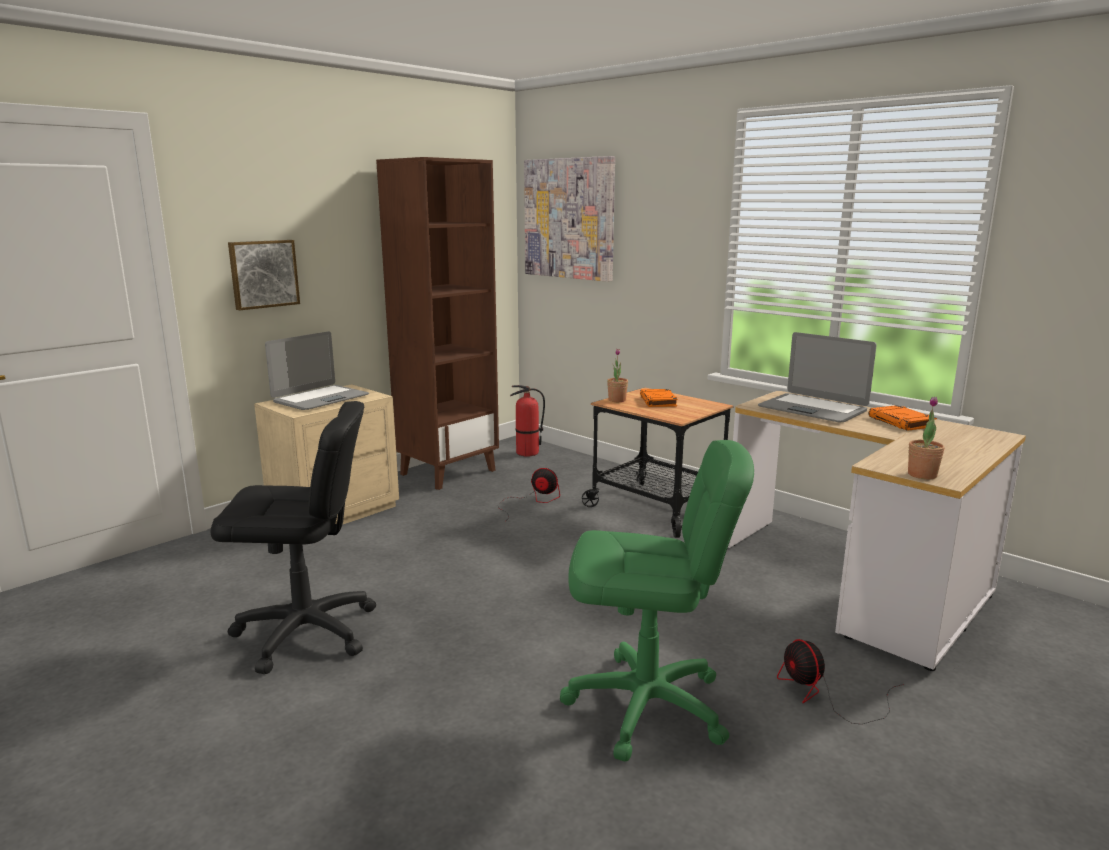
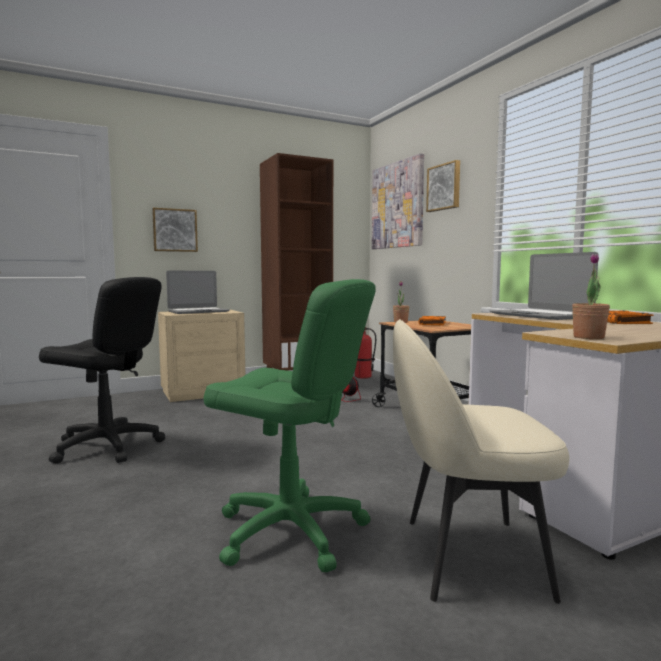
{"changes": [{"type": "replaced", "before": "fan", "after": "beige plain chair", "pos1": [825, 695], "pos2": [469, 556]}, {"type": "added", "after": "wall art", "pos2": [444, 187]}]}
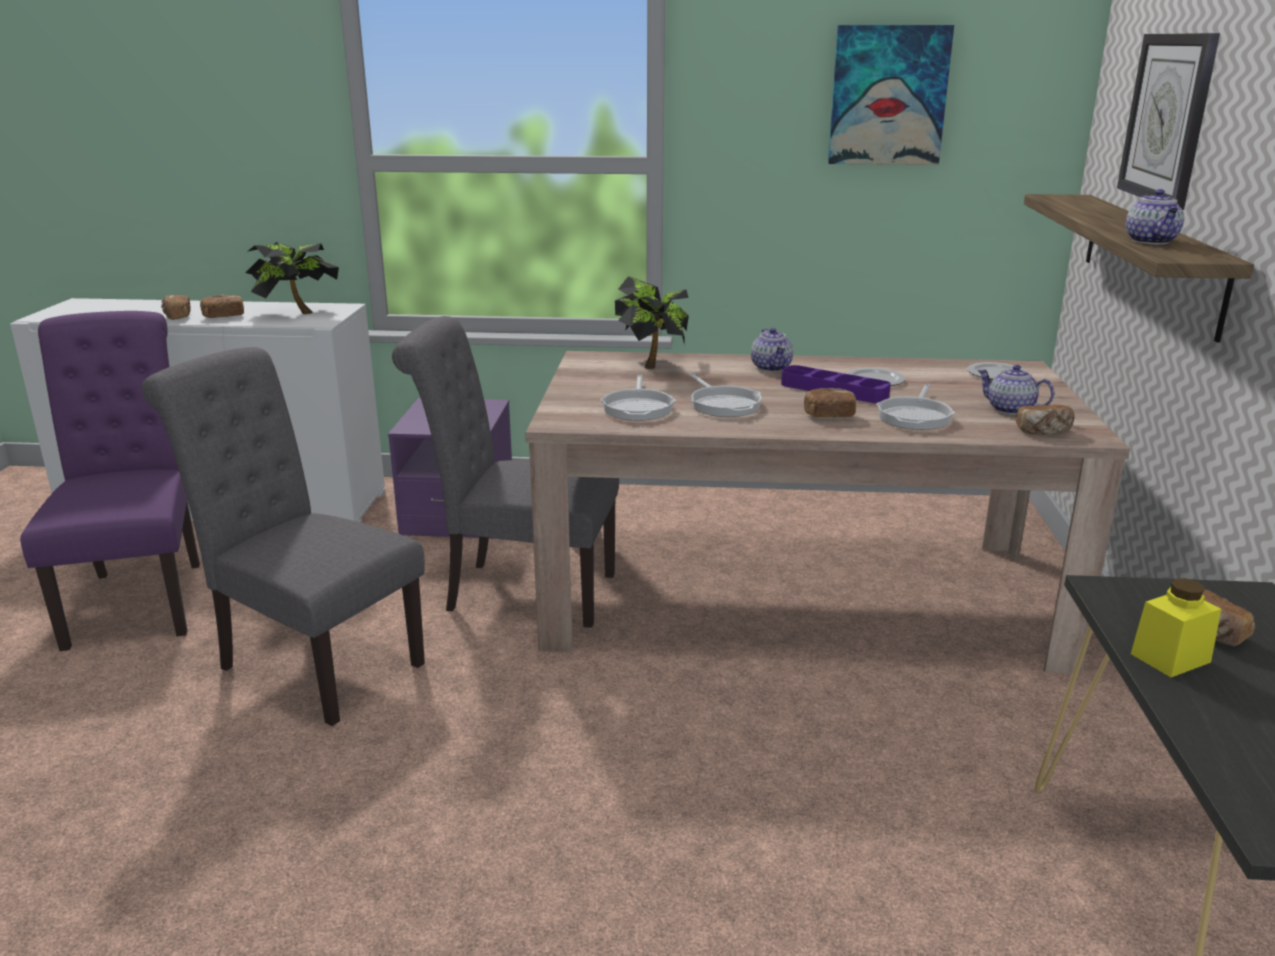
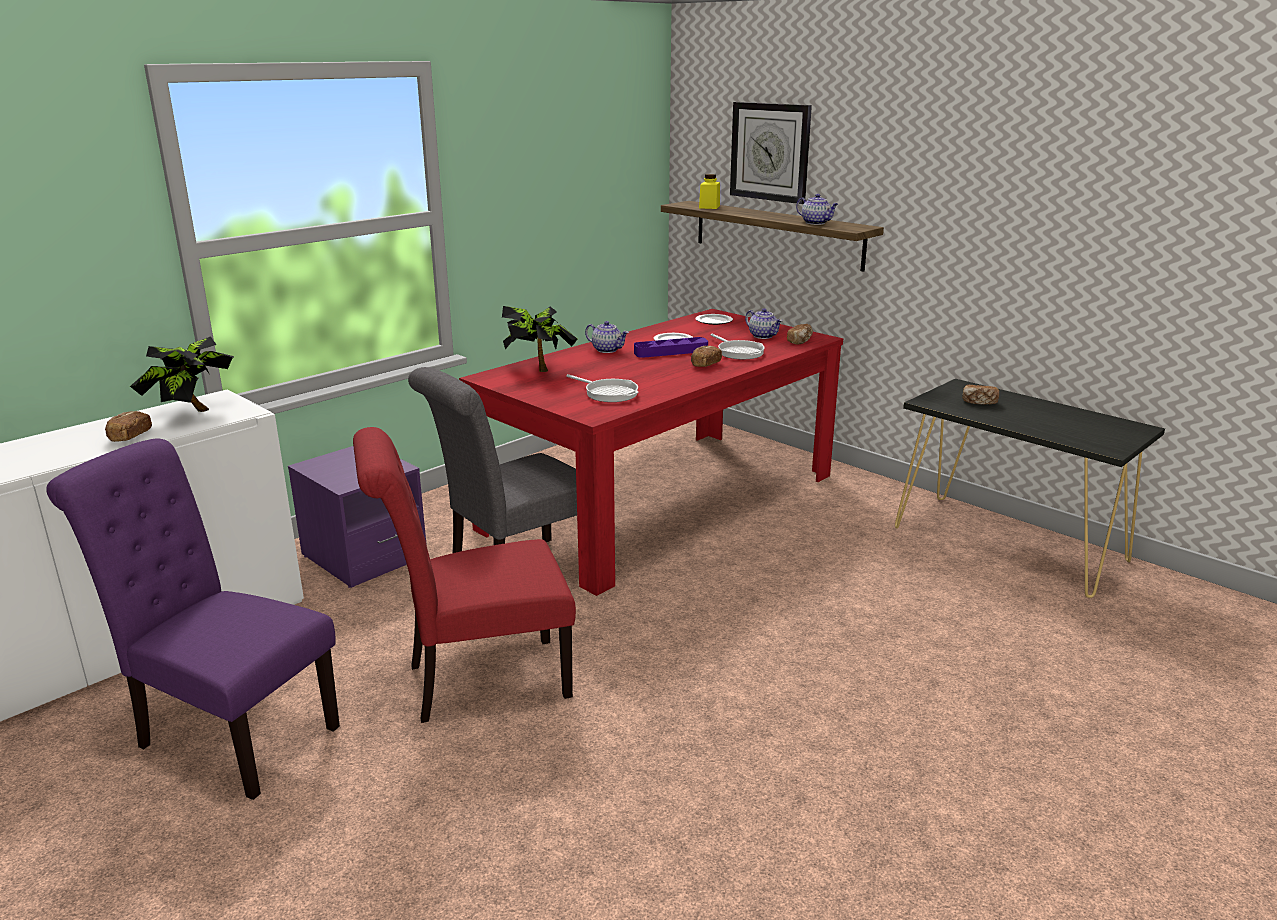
{"changes": [{"type": "removed", "before": "wall art", "pos1": [888, 95]}, {"type": "removed", "before": "bakery bread", "pos1": [177, 317]}, {"type": "recoloured", "before": "grey plain chair", "after": "reddish plain chair", "pos1": [311, 663], "pos2": [477, 681]}, {"type": "recoloured", "before": "beige dining table", "after": "reddish dining table", "pos1": [796, 595], "pos2": [661, 501]}, {"type": "turned", "before": "tea pot", "pos1": [1009, 409], "pos2": [763, 336], "turn": -120}, {"type": "removed", "before": "frying pan", "pos1": [723, 404]}, {"type": "moved", "before": "yellow jar", "pos1": [1170, 658], "pos2": [709, 207]}]}
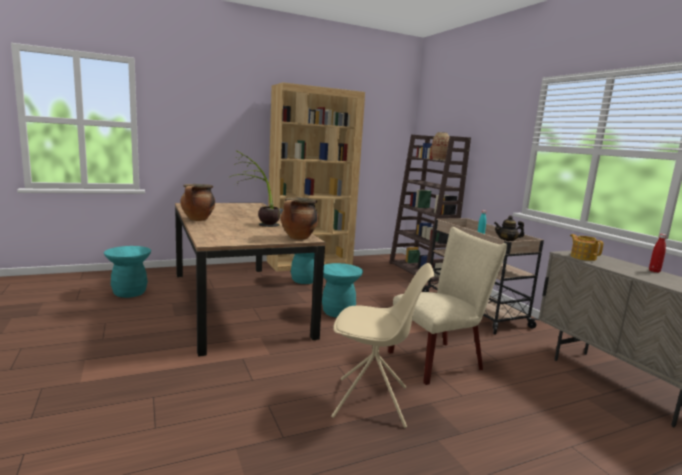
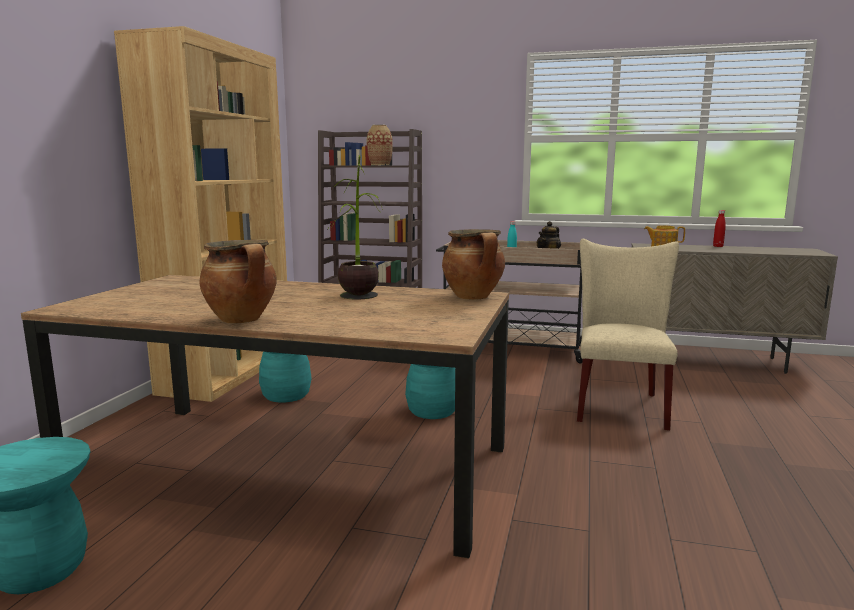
{"changes": [{"type": "removed", "before": "beige plain chair", "pos1": [373, 402]}]}
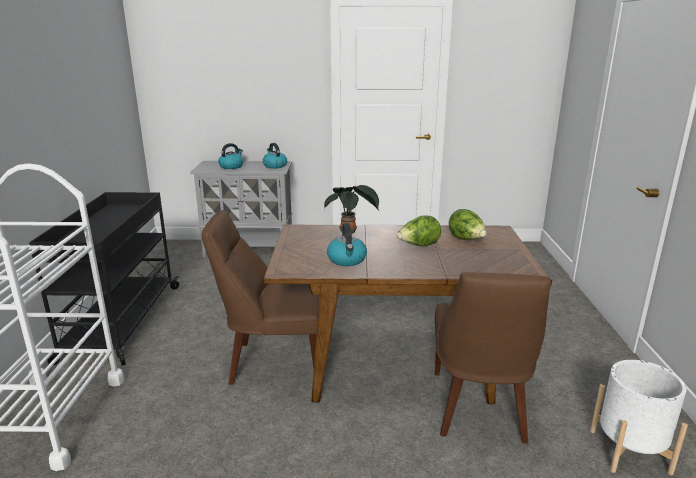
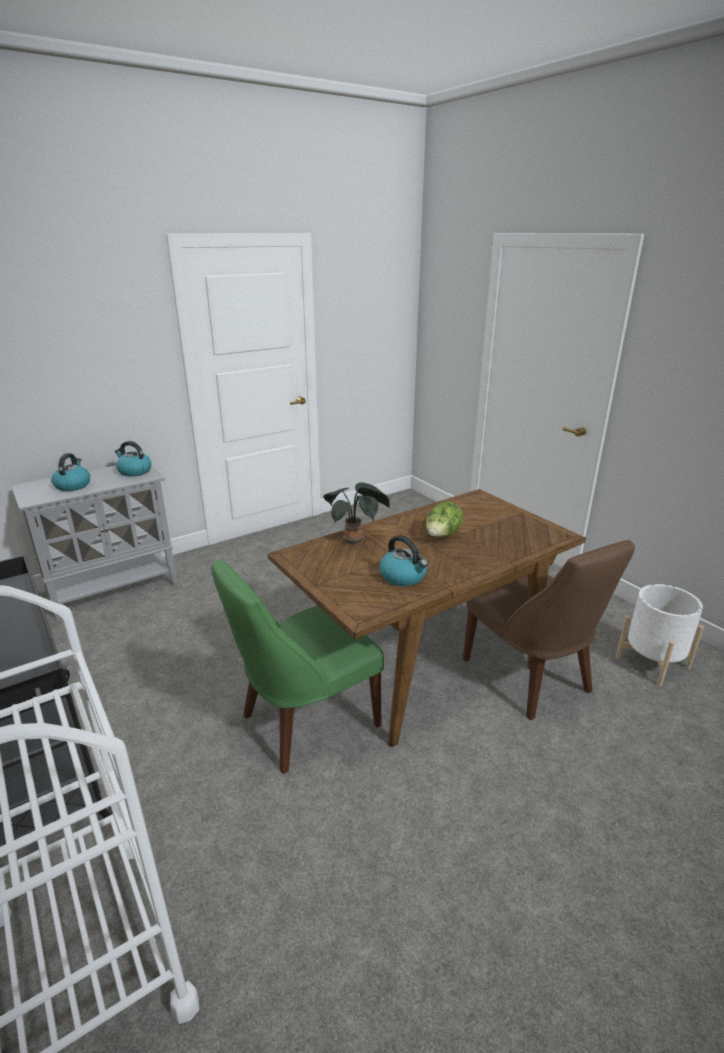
{"changes": [{"type": "removed", "before": "lettuce head", "pos1": [466, 240]}, {"type": "recoloured", "before": "brown plain chair", "after": "green plain chair", "pos1": [274, 363], "pos2": [304, 722]}]}
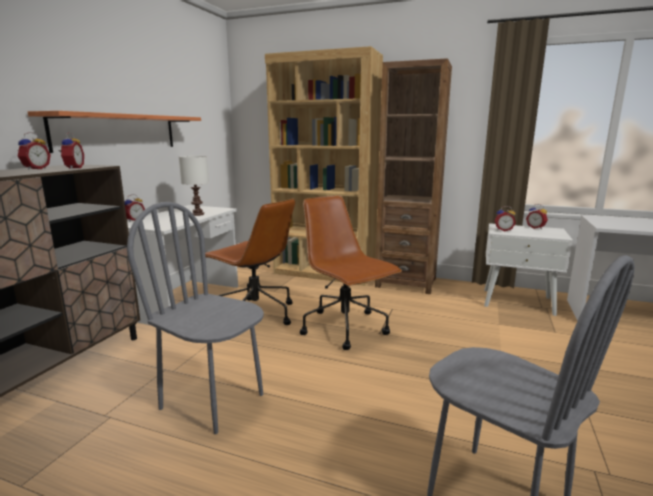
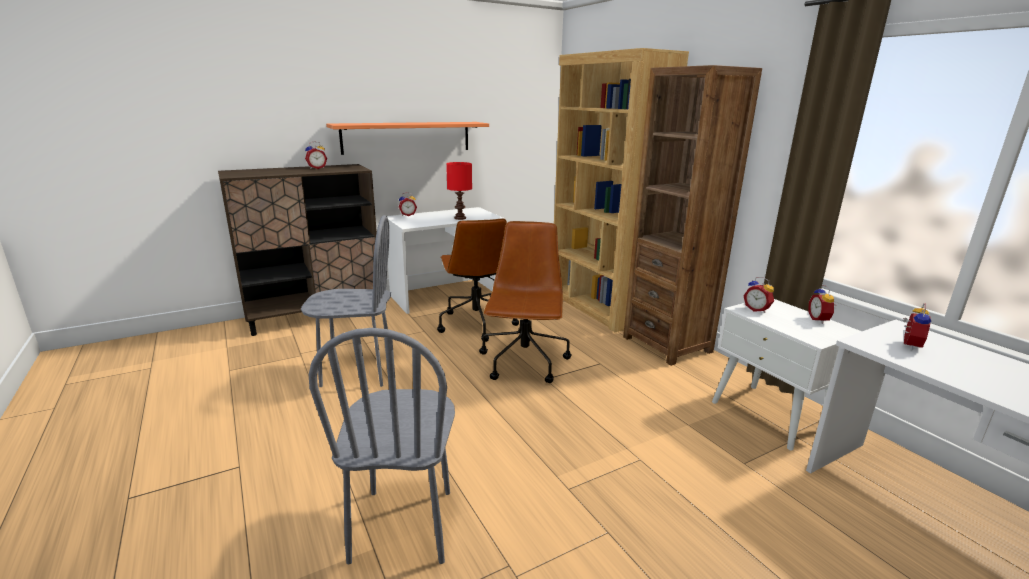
{"changes": [{"type": "moved", "before": "table clock", "pos1": [73, 168], "pos2": [908, 345]}, {"type": "recoloured", "before": "white-coloured table lamp", "after": "reddish table lamp", "pos1": [197, 214], "pos2": [460, 218]}, {"type": "turned", "before": "grey plain chair", "pos1": [213, 400], "pos2": [357, 372], "turn": 105}]}
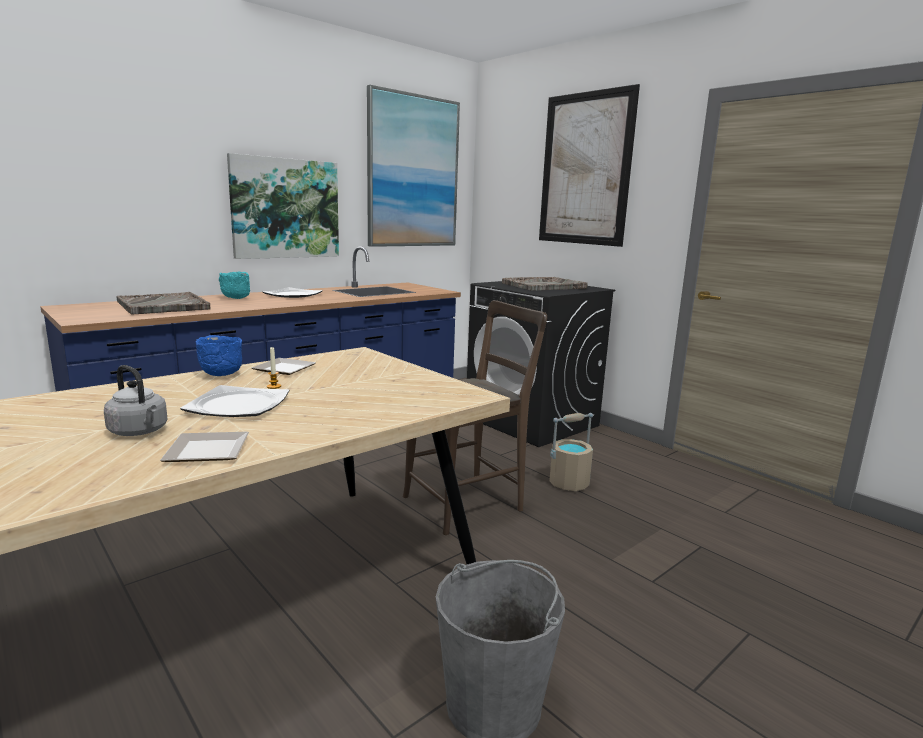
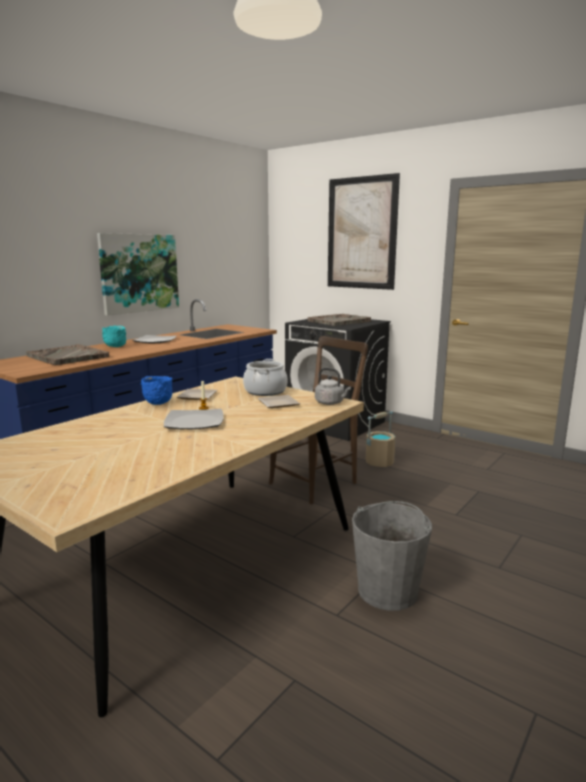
{"changes": [{"type": "removed", "before": "wall art", "pos1": [413, 172]}, {"type": "moved", "before": "grey kettle", "pos1": [140, 432], "pos2": [330, 403]}, {"type": "moved", "before": "plate", "pos1": [209, 452], "pos2": [280, 404]}, {"type": "added", "after": "cooking pot", "pos2": [265, 391]}]}
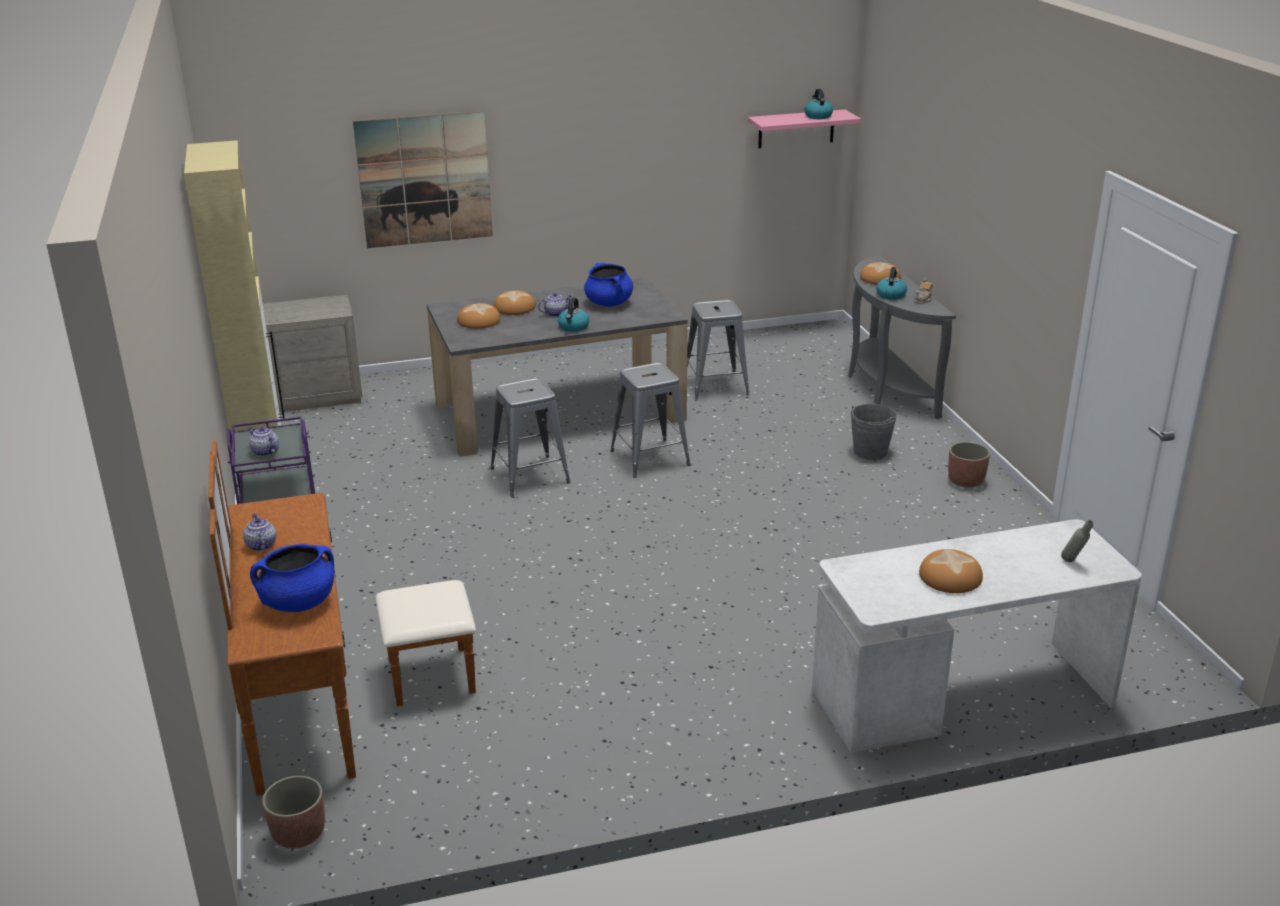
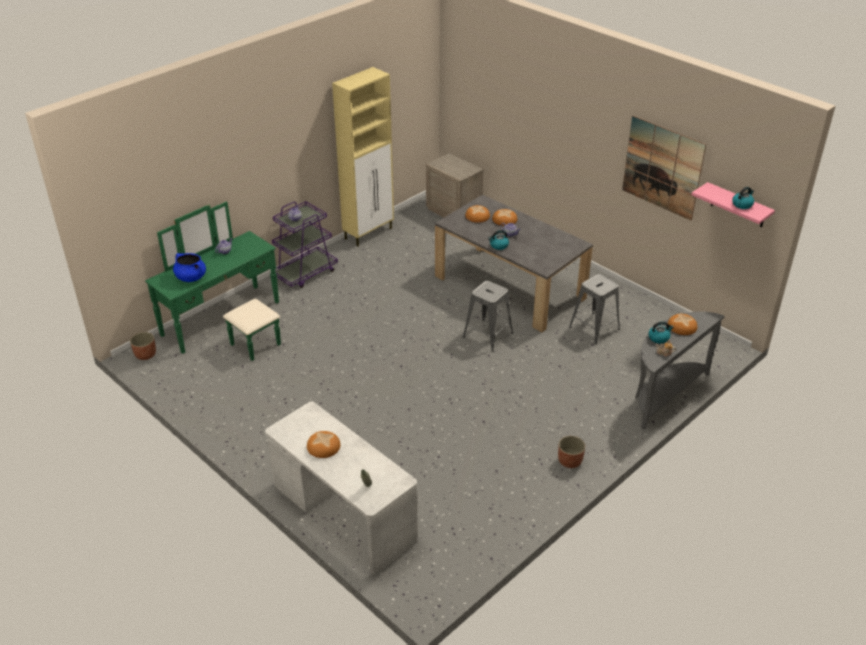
{"changes": [{"type": "moved", "before": "wall art", "pos1": [424, 180], "pos2": [662, 167]}, {"type": "removed", "before": "bluish cooking pot", "pos1": [609, 303]}, {"type": "removed", "before": "grey stool seat", "pos1": [530, 475]}, {"type": "removed", "before": "grey bucket", "pos1": [870, 452]}, {"type": "recoloured", "before": "brown drawer chest", "after": "green drawer chest", "pos1": [331, 692], "pos2": [229, 324]}]}
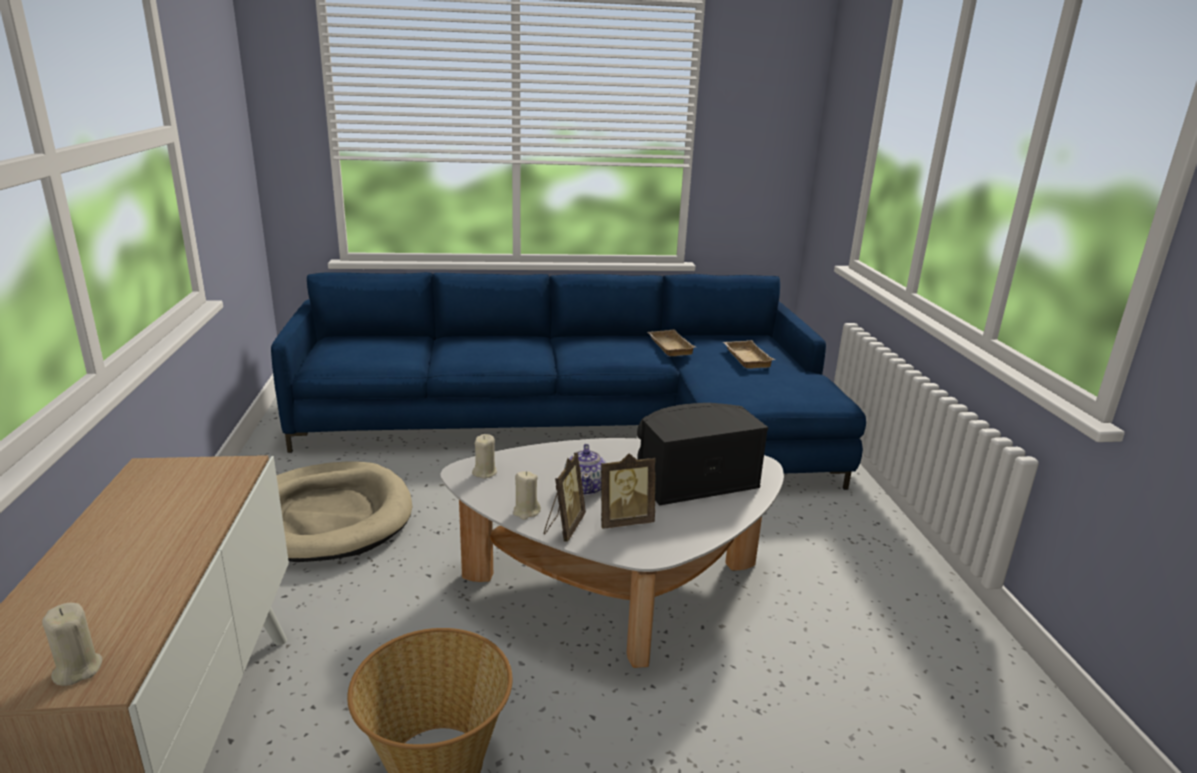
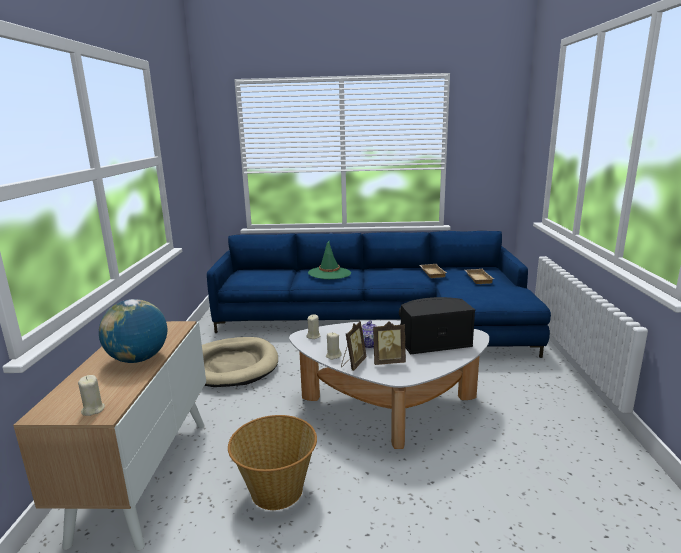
{"changes": [{"type": "added", "after": "green wearable hat", "pos2": [329, 273]}, {"type": "added", "after": "desk globe", "pos2": [138, 359]}]}
